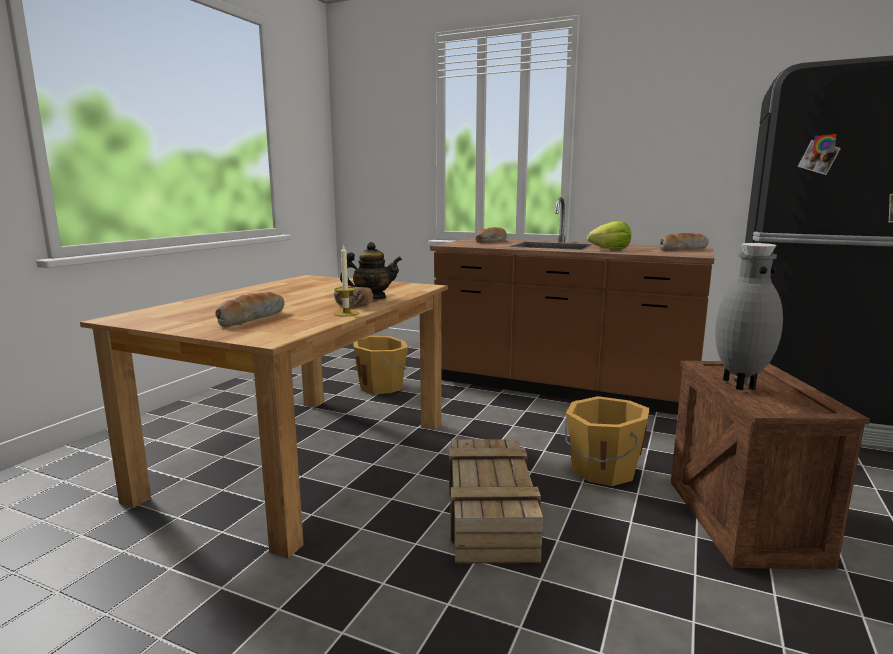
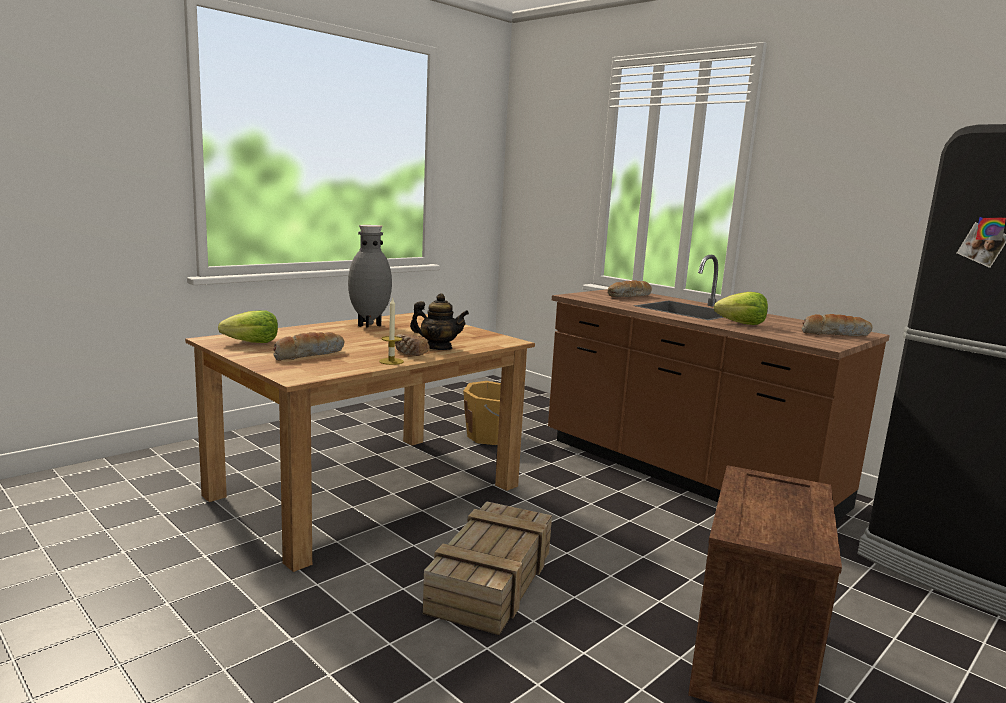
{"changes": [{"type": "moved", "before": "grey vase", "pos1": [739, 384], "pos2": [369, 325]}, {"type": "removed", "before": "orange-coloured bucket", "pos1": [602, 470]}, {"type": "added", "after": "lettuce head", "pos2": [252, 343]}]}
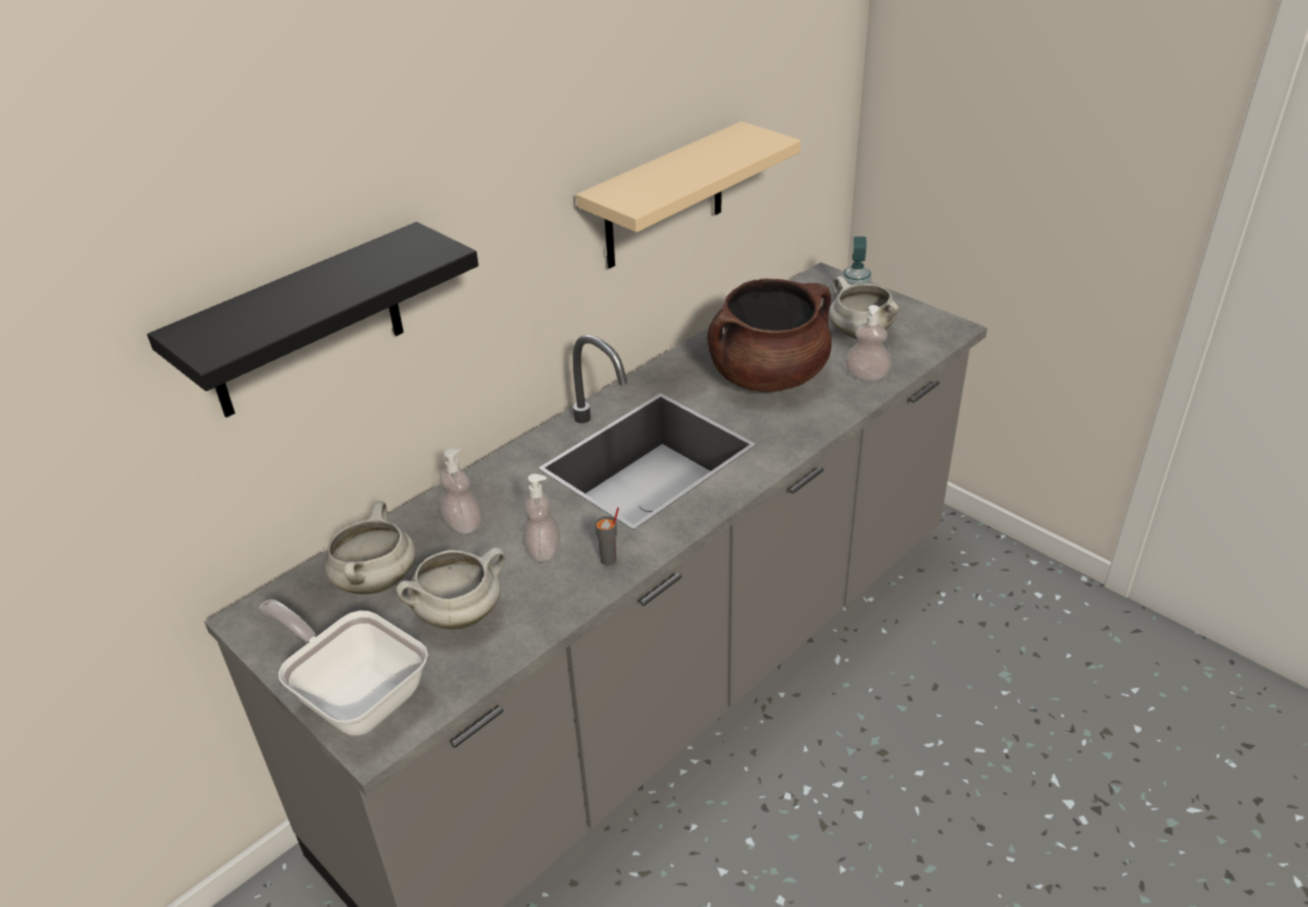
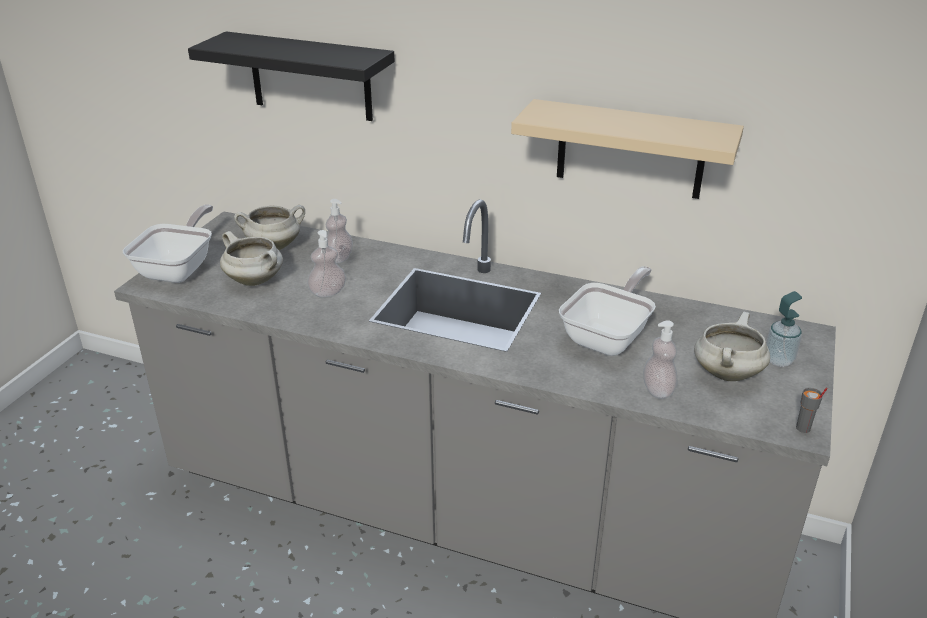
{"changes": [{"type": "replaced", "before": "brown cooking pot", "after": "frying pan", "pos1": [768, 376], "pos2": [609, 337]}, {"type": "moved", "before": "grey cup", "pos1": [609, 560], "pos2": [803, 428]}]}
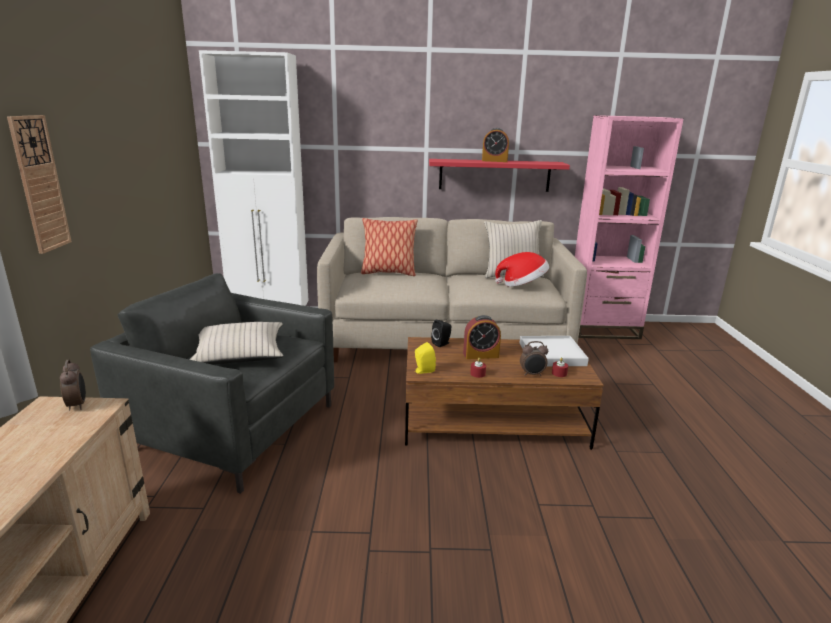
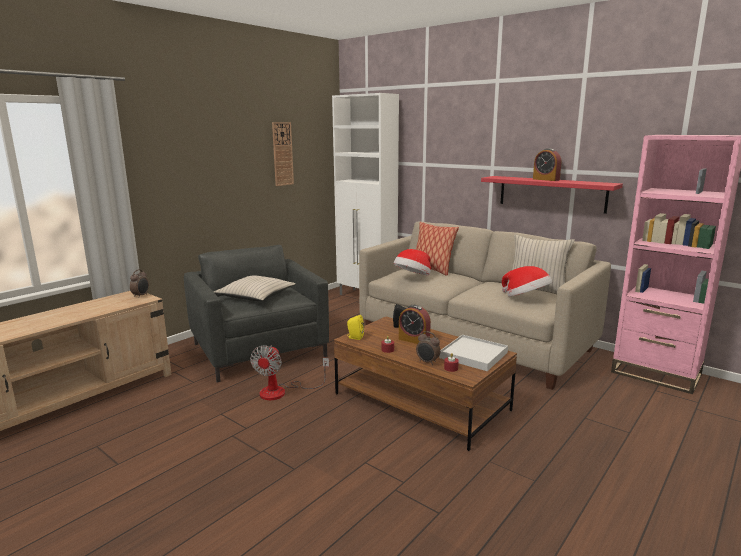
{"changes": [{"type": "moved", "before": "wall clock", "pos1": [39, 184], "pos2": [282, 154]}, {"type": "added", "after": "wearable hat", "pos2": [413, 277]}, {"type": "added", "after": "fan", "pos2": [282, 391]}]}
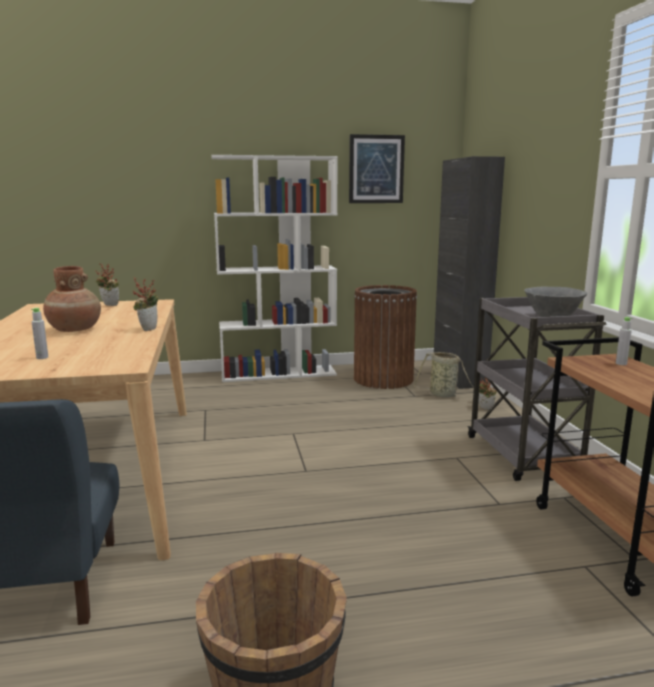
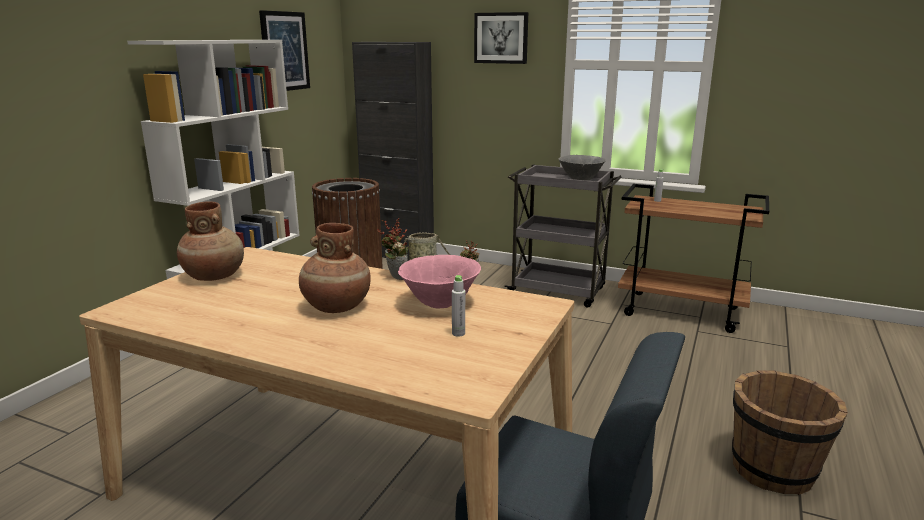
{"changes": [{"type": "replaced", "before": "plant in a pot", "after": "brown vase", "pos1": [108, 305], "pos2": [214, 276]}, {"type": "added", "after": "wall art", "pos2": [501, 38]}, {"type": "added", "after": "pink serving bowl", "pos2": [440, 304]}]}
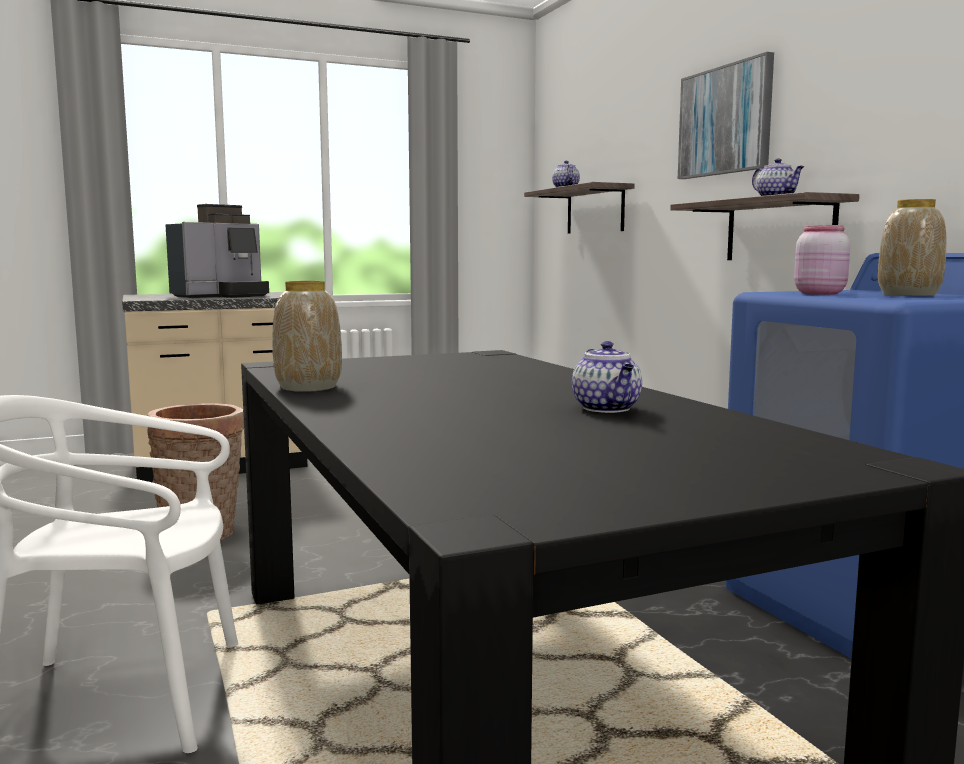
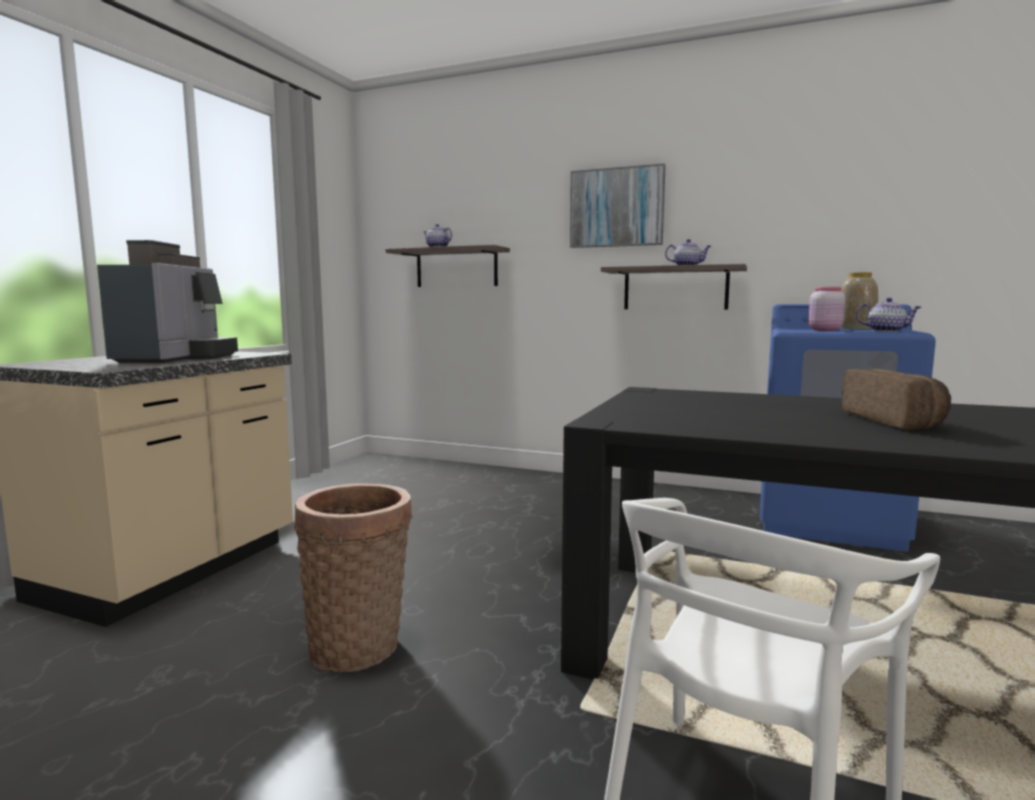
{"changes": [{"type": "removed", "before": "vase", "pos1": [309, 387]}, {"type": "moved", "before": "tea pot", "pos1": [607, 409], "pos2": [886, 331]}, {"type": "added", "after": "bakery bread", "pos2": [895, 421]}]}
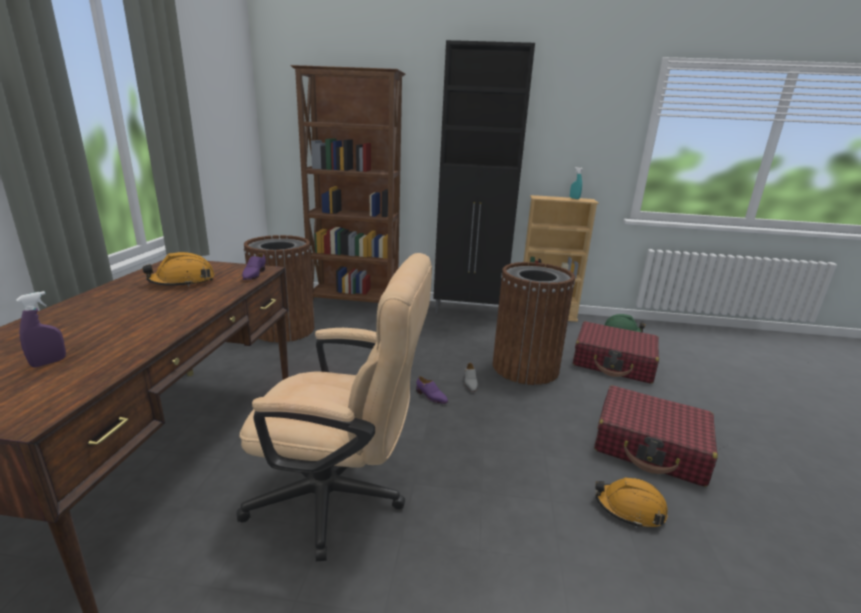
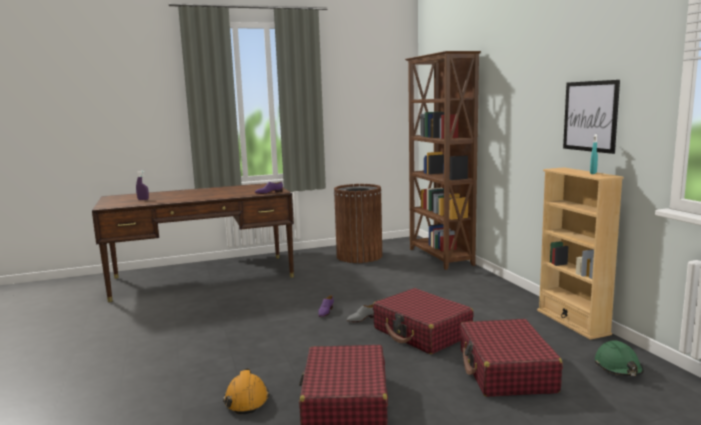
{"changes": [{"type": "removed", "before": "black cupboard", "pos1": [470, 311]}, {"type": "removed", "before": "orange-coloured hard hat", "pos1": [182, 282]}, {"type": "removed", "before": "beige computer chair", "pos1": [340, 498]}, {"type": "replaced", "before": "brown waste bin", "after": "reddish travel case", "pos1": [525, 367], "pos2": [422, 332]}, {"type": "added", "after": "wall art", "pos2": [590, 116]}]}
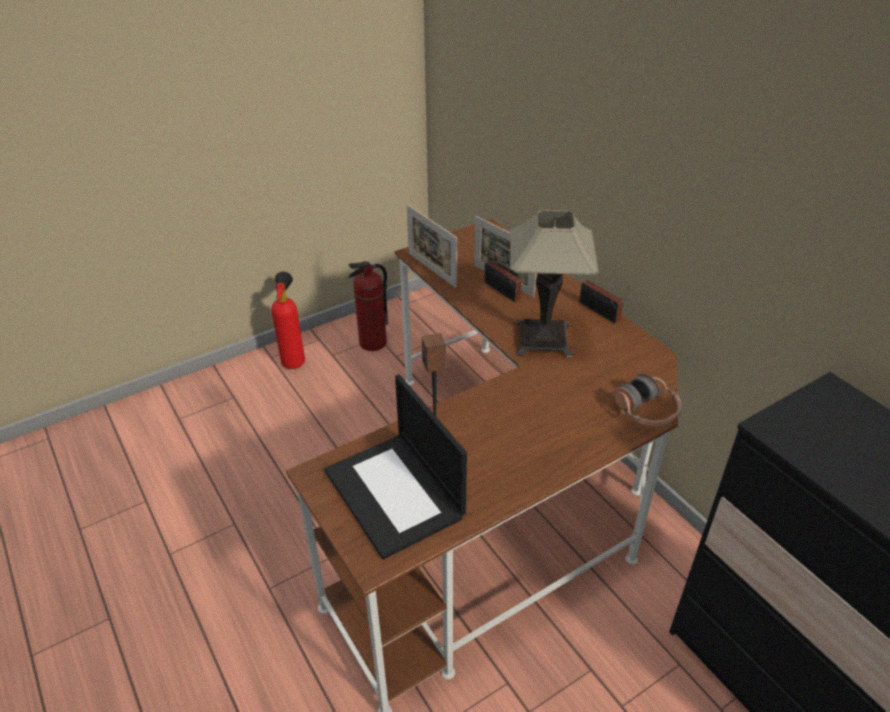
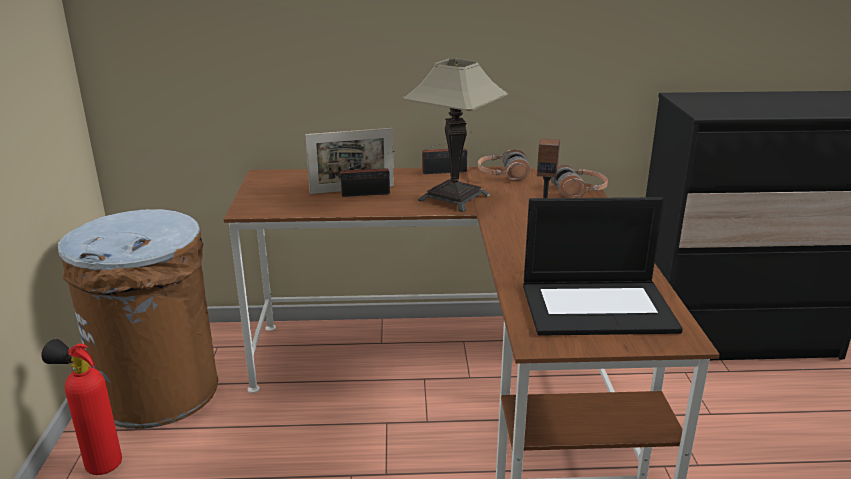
{"changes": [{"type": "removed", "before": "picture frame", "pos1": [432, 270]}, {"type": "replaced", "before": "fire extinguisher", "after": "brown waste bin", "pos1": [373, 343], "pos2": [160, 392]}, {"type": "added", "after": "headphones", "pos2": [502, 175]}]}
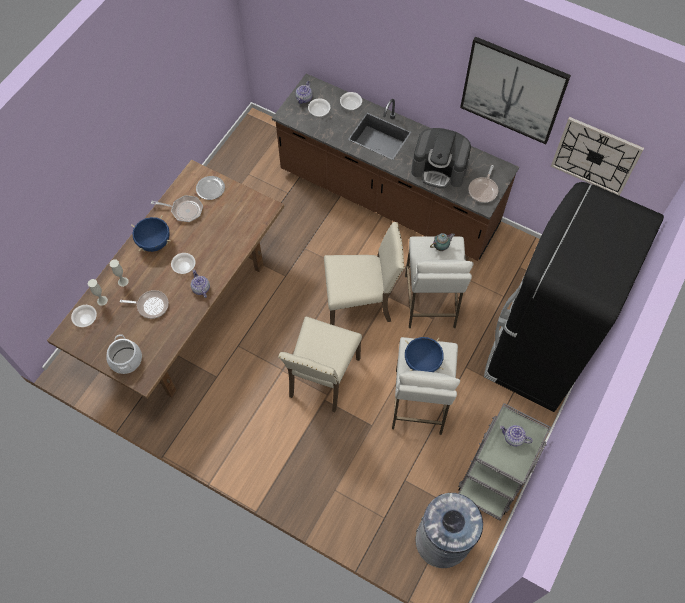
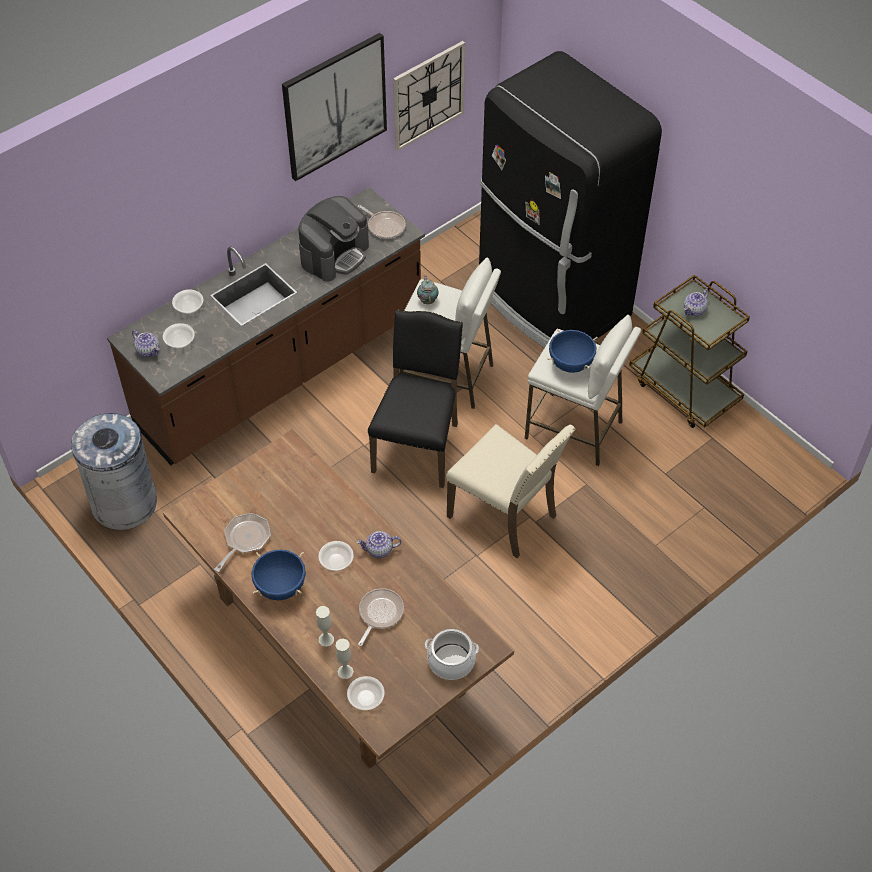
{"changes": [{"type": "removed", "before": "plate", "pos1": [210, 189]}, {"type": "recoloured", "before": "beige plain chair", "after": "black plain chair", "pos1": [360, 303], "pos2": [418, 446]}, {"type": "recoloured", "before": "grey wheeled cart", "after": "brown wheeled cart", "pos1": [495, 473], "pos2": [684, 389]}, {"type": "moved", "before": "grey waste bin", "pos1": [442, 540], "pos2": [125, 503]}]}
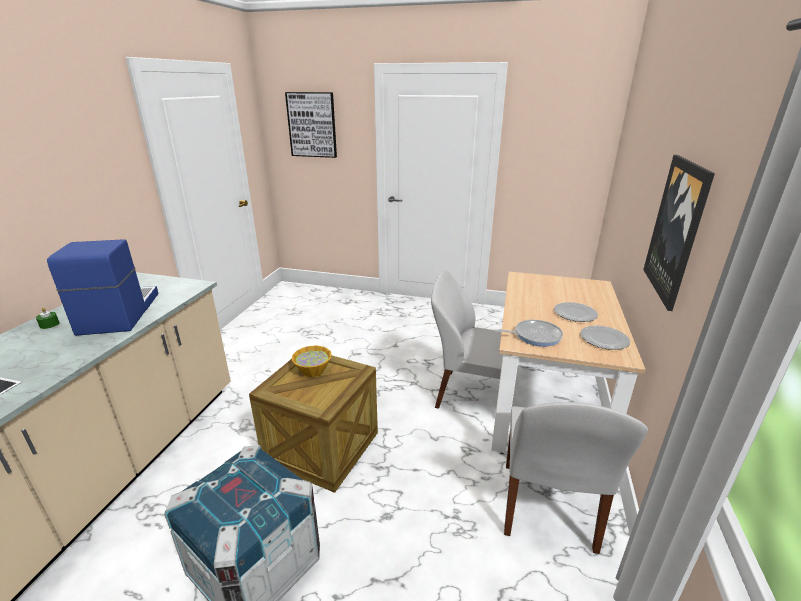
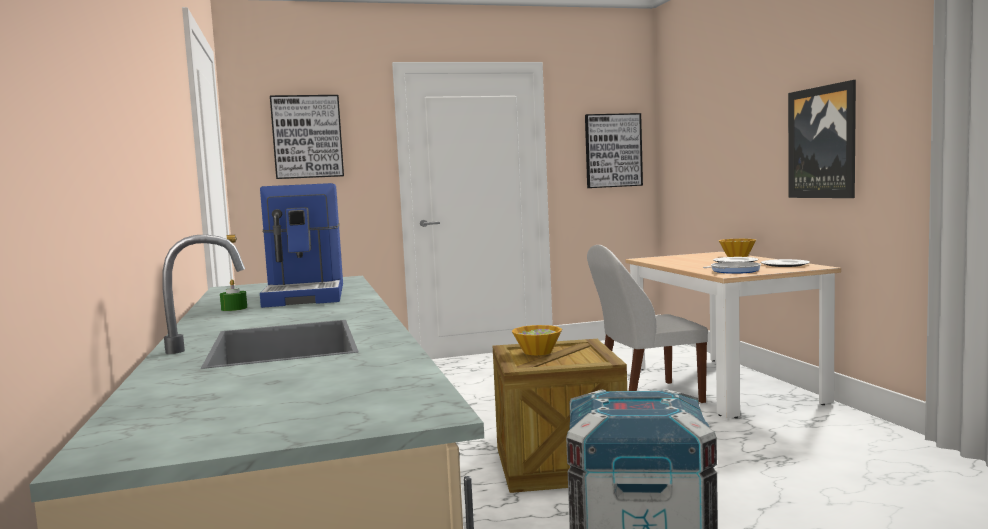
{"changes": [{"type": "turned", "before": "coffee machine", "pos1": [118, 313], "pos2": [307, 295], "turn": -150}, {"type": "removed", "before": "white-coloured plain chair", "pos1": [547, 508]}, {"type": "added", "after": "wall art", "pos2": [613, 150]}, {"type": "added", "after": "serving bowl", "pos2": [737, 256]}]}
